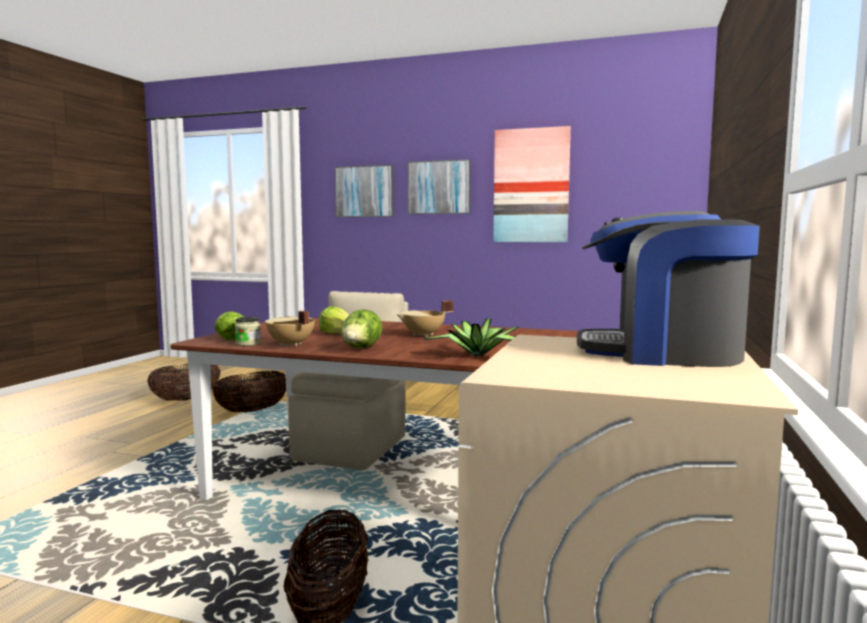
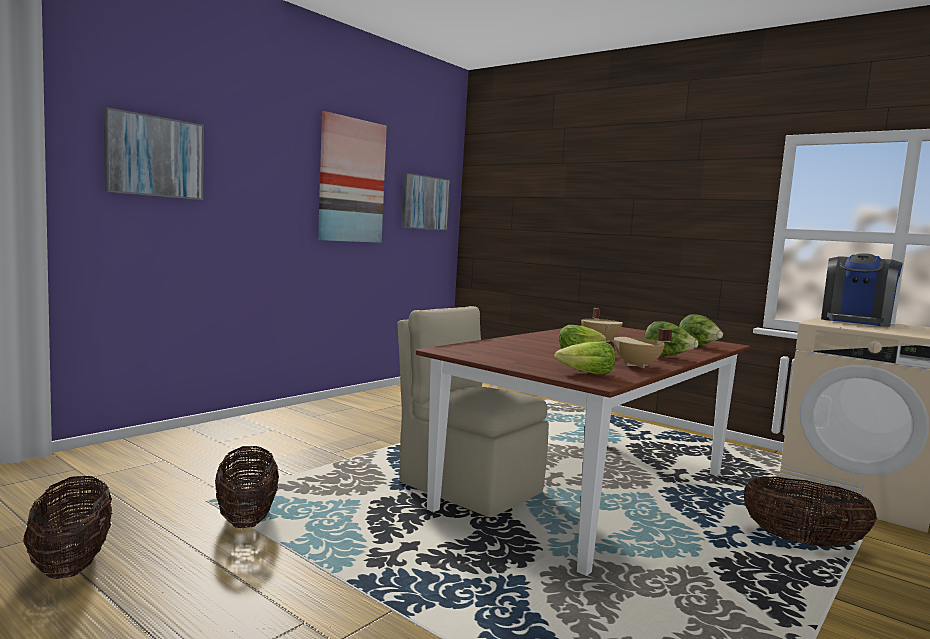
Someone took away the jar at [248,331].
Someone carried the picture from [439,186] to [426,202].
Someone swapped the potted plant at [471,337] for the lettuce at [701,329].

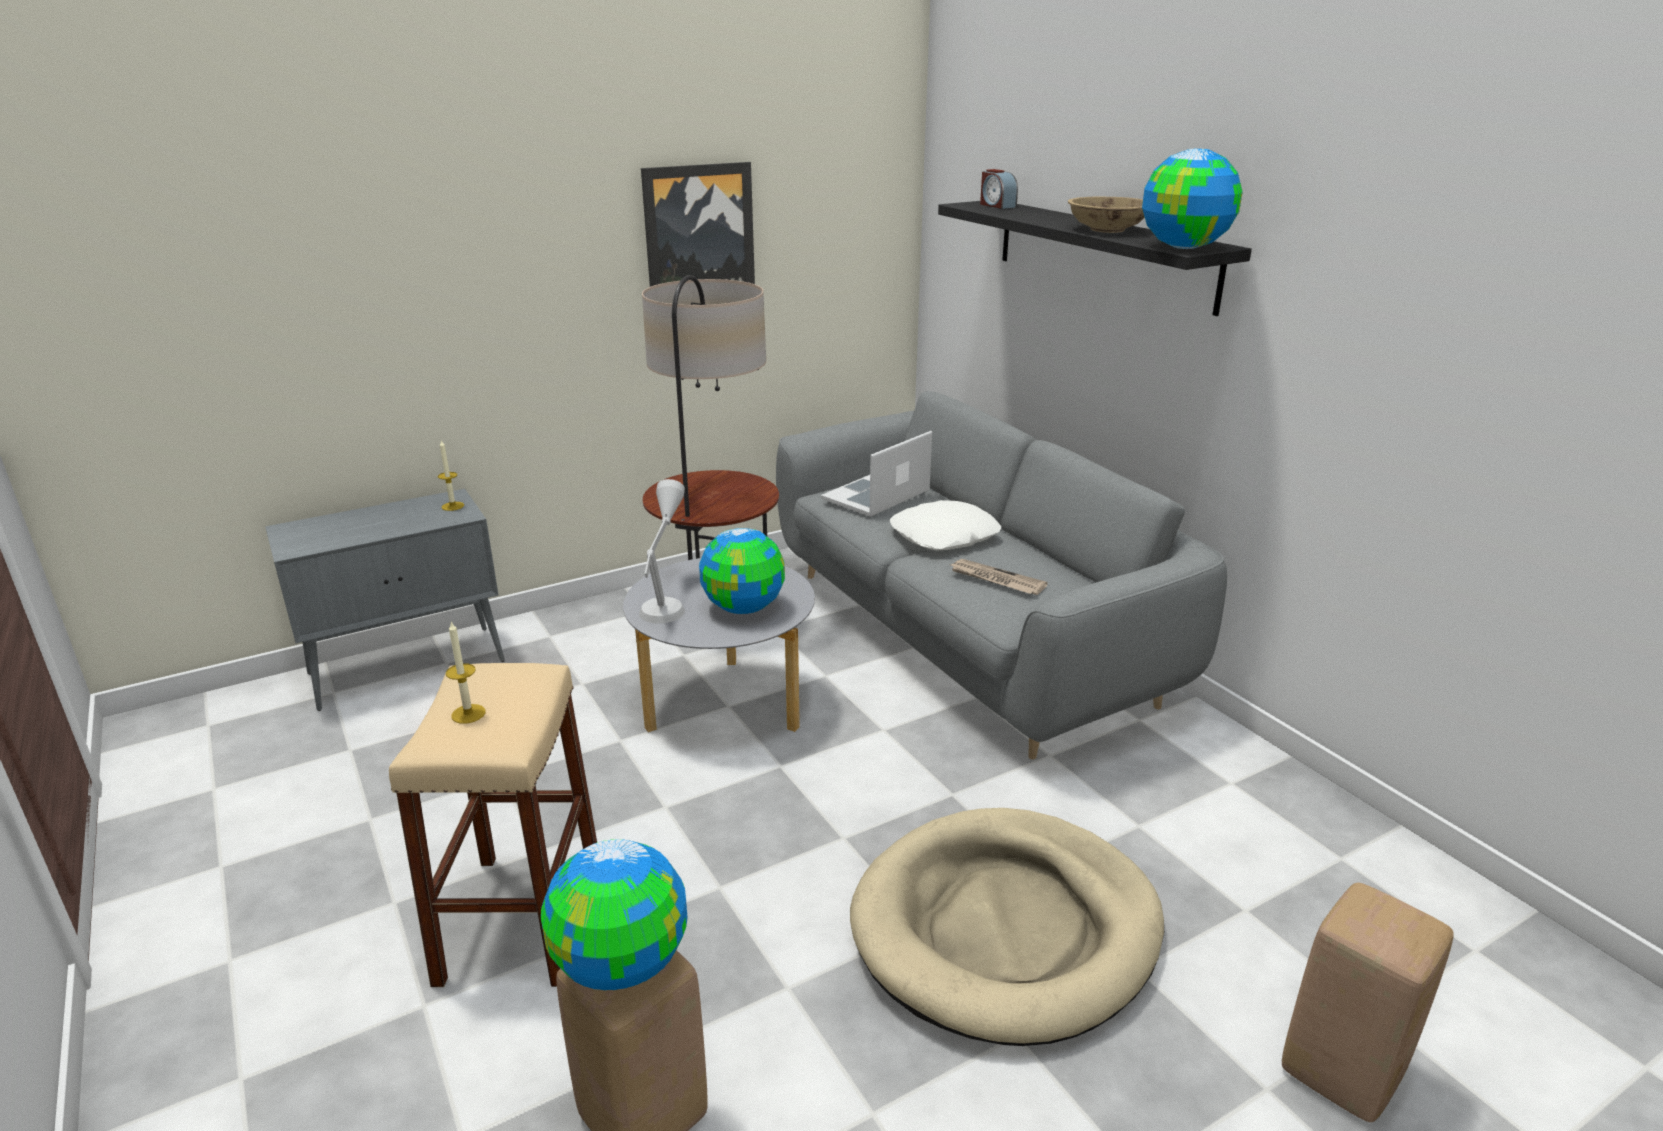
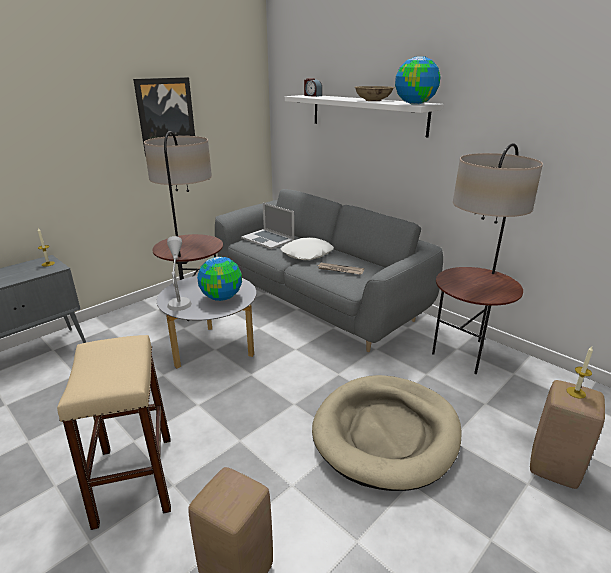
Someone took away the globe at [614,914].
Someone put down the floor lamp at [487,258].
Someone carried the candle from [466,672] to [579,372].
Someone repainted the black shelf at [1095,258], which became the white shelf at [364,116].
Someone rotated the laptop at [876,473] by 75 degrees counterclockwise.

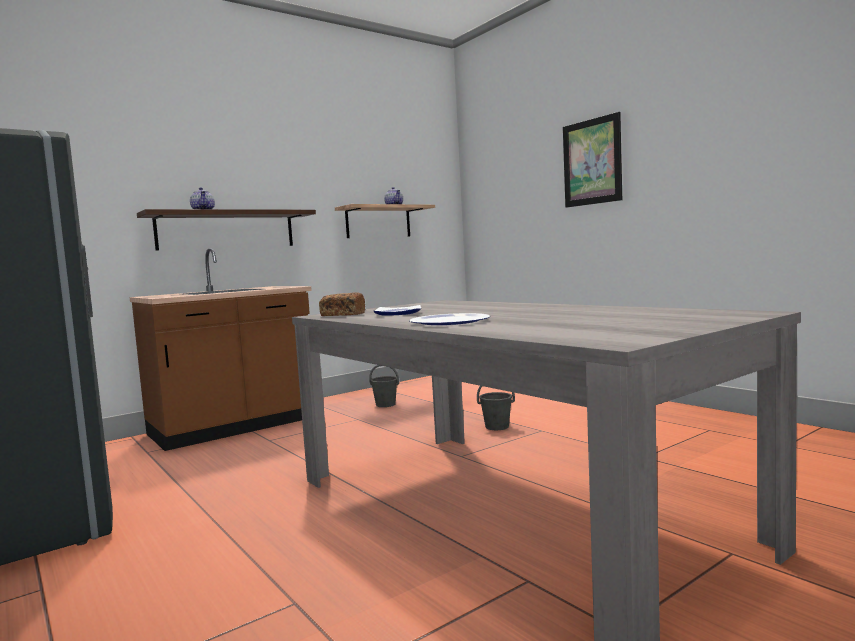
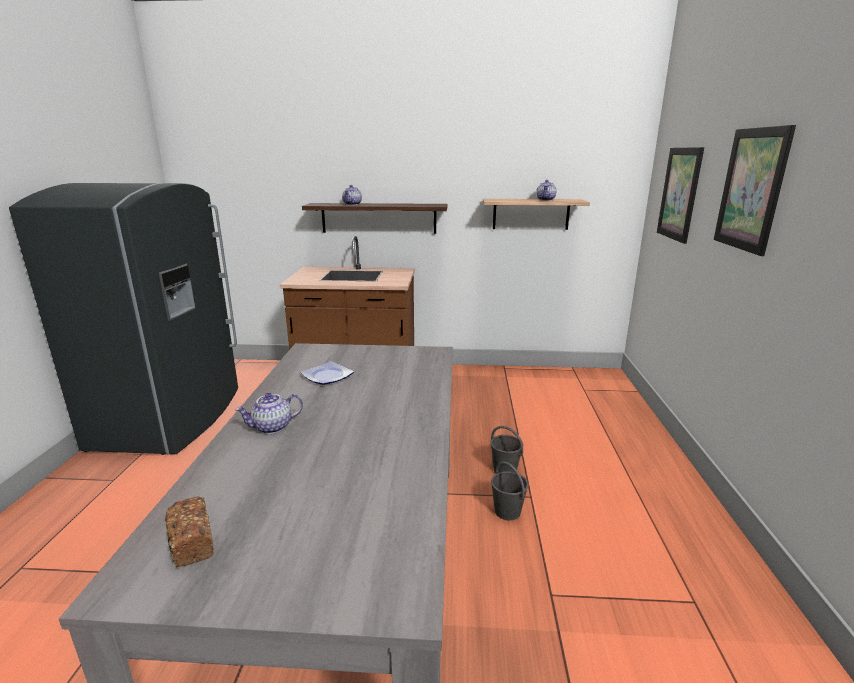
Someone put up the picture at [680,195].
Someone carried the bread from [342,304] to [189,531].
Someone carried the grey bucket from [384,386] to [510,490].
Someone swapped the plate at [449,319] for the teapot at [269,413].

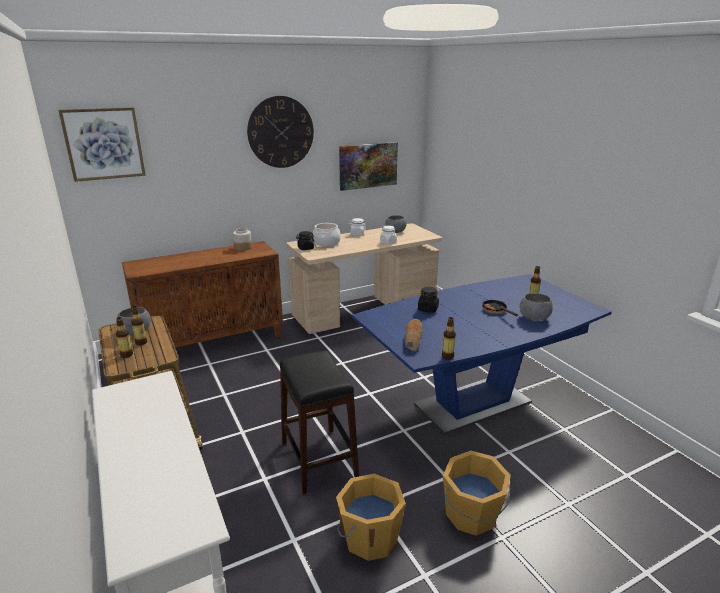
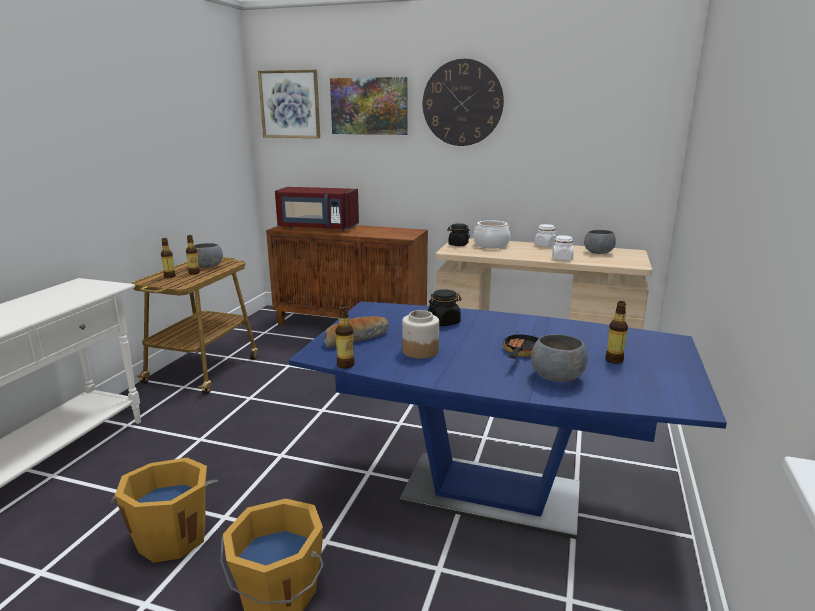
Someone took away the black stool at [319,422].
Someone put down the red microwave at [317,209].
Someone carried the jar from [242,239] to [420,334].
Someone carried the picture from [368,166] to [369,106].

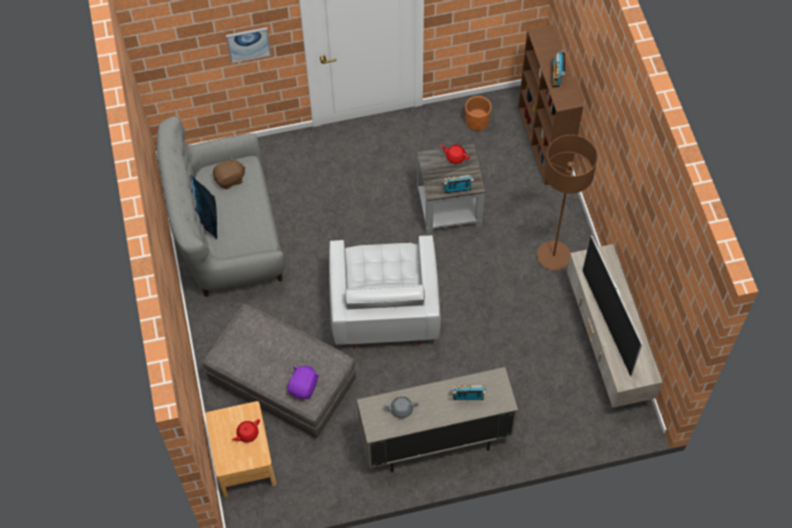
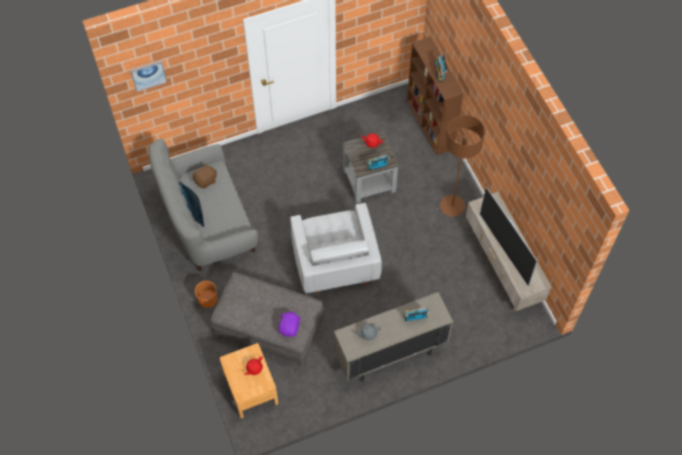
Someone carried the picture from [248,45] to [148,76].
Someone carried the orange planter from [478,113] to [206,294].

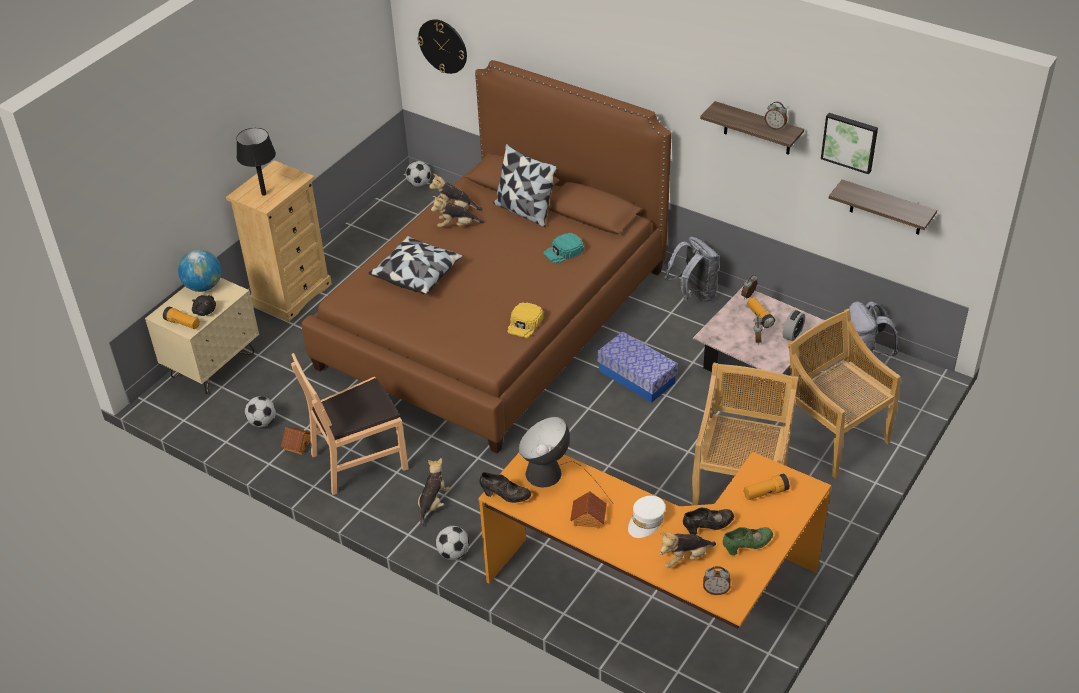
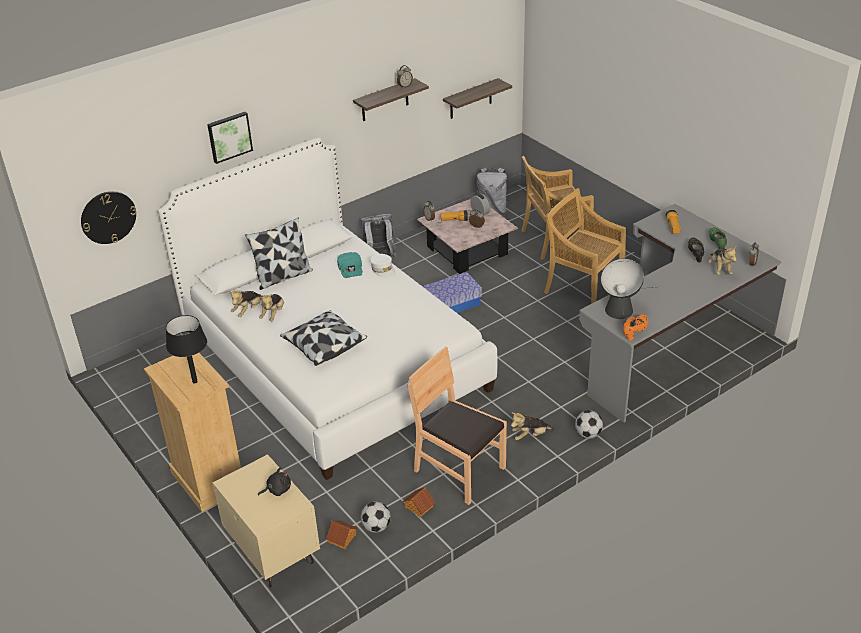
Someone took away the flashlight at [181,318].
Someone took away the globe at [199,271].
Someone took away the football at [418,174].
Someone took away the yellow cap at [525,320].
Someone carried the toy house from [588,509] to [342,535].
Someone carried the white cap from [646,517] to [382,266].
Someone carried the picture from [849,143] to [230,138].
Someone repainted the brown bed at [487,257], which became the white bed at [328,309].
Someone repainted the orange desk at [655,540], which became the grey desk at [680,313].
Someone repainted the black shoe at [505,487], which became the orange shoe at [635,327].
Someone rotated the brown chair at [350,424] by 135 degrees clockwise.
Someone rotated the plush toy at [434,492] by 60 degrees counterclockwise.

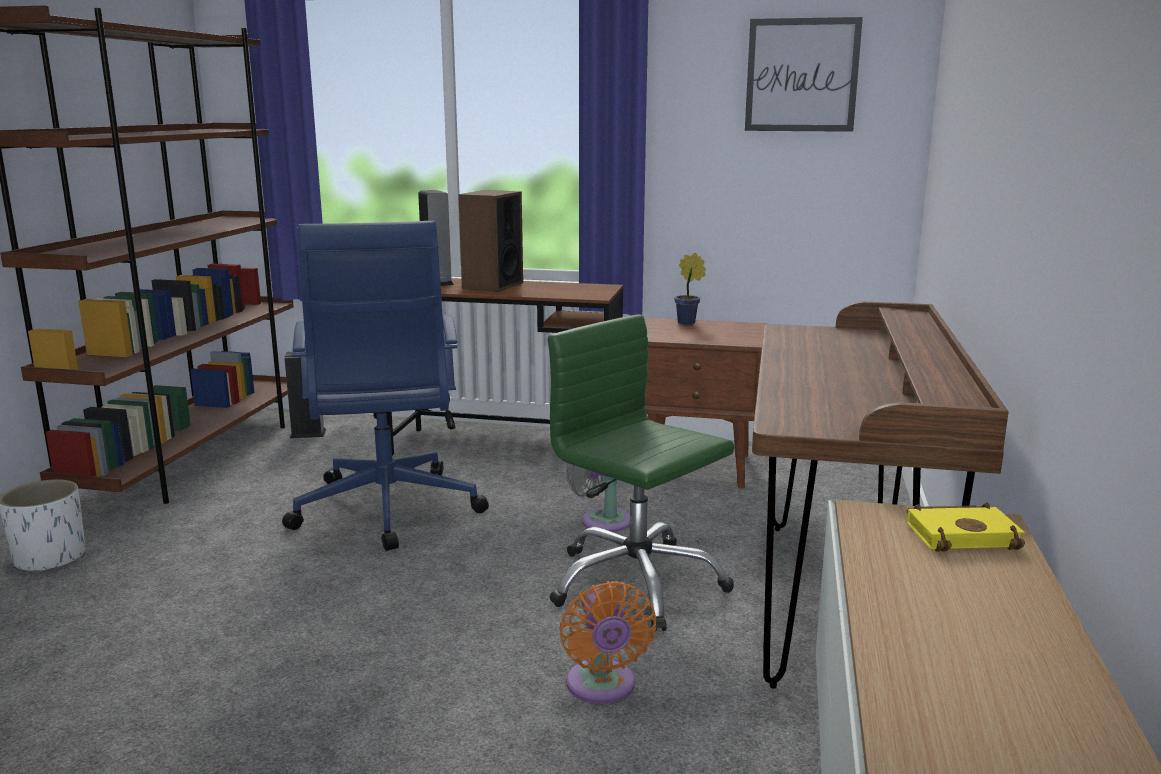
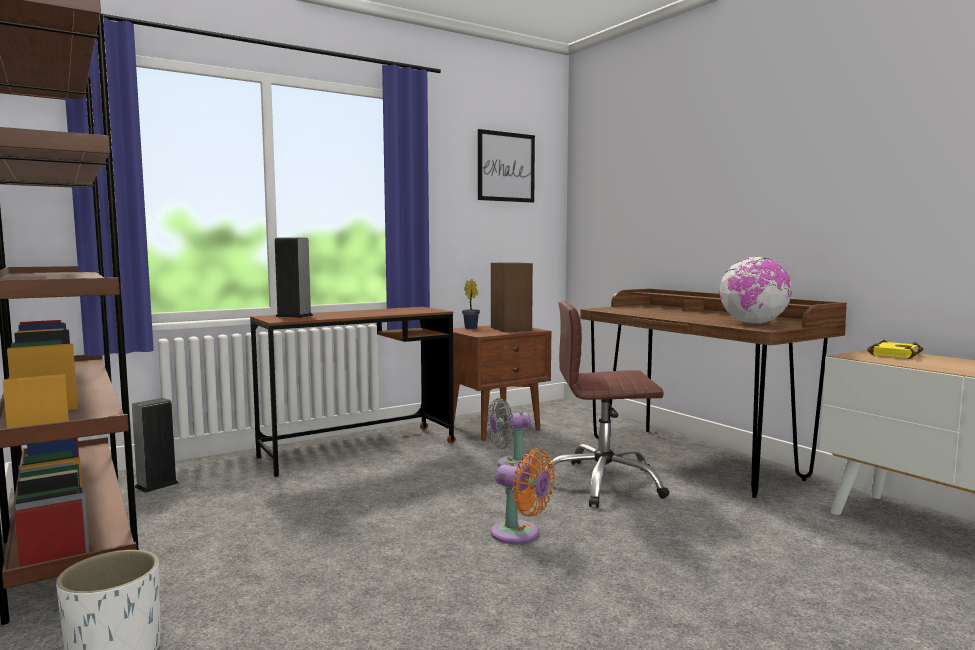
Someone took away the blue office chair at [385,386].
Someone put down the globe at [756,290].
Someone carried the speaker from [490,241] to [512,297].
Someone carried the orange fan from [607,642] to [523,496].
Someone repainted the green office chair at [641,473], which became the brown office chair at [607,404].

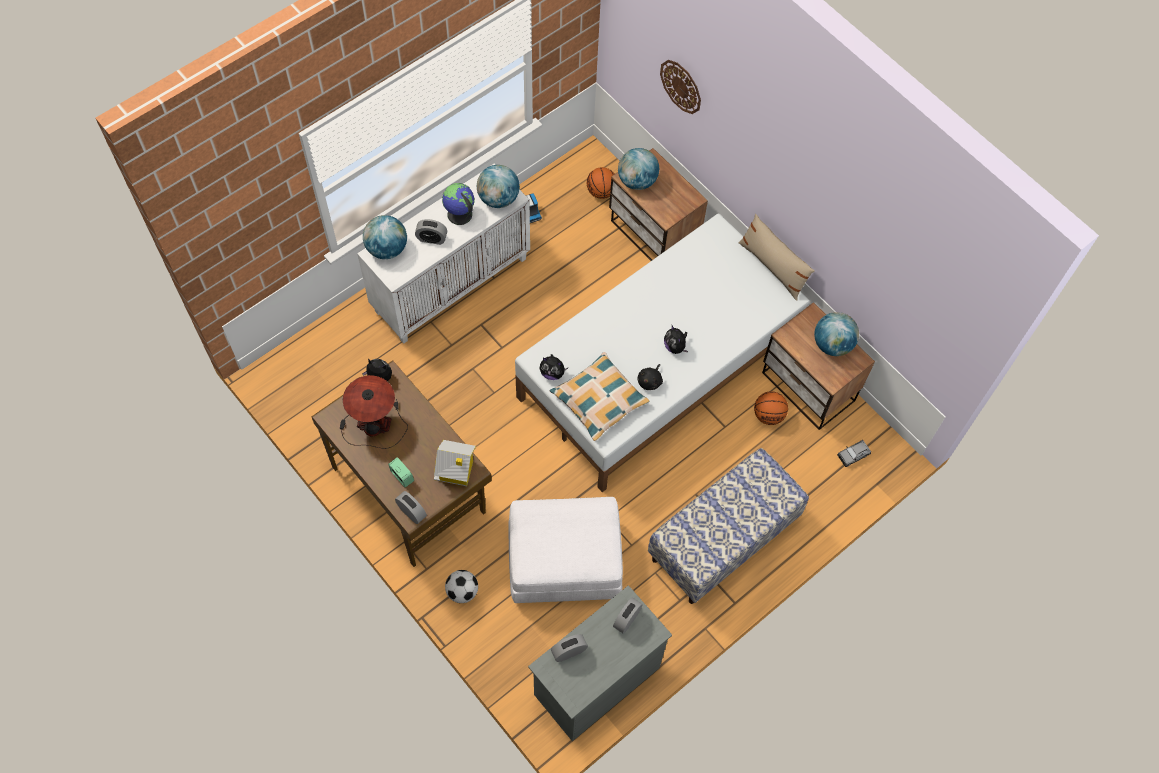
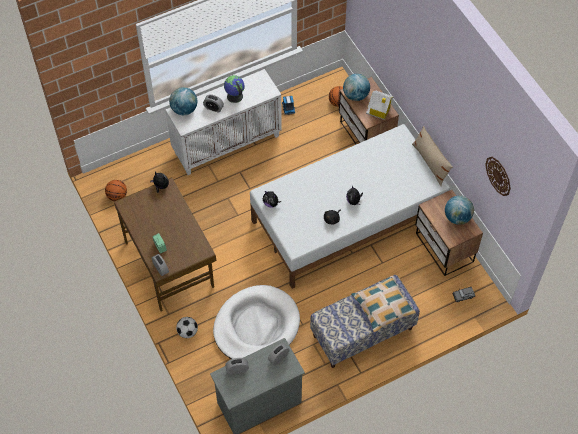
Someone took away the table lamp at [374,412].
Someone took away the globe at [498,186].
Someone carried the toy house from [455,463] to [380,105].
Someone carried the pillow from [599,396] to [383,304].
Someone carried the wall clock from [680,87] to [498,176].
Someone carried the basketball from [771,408] to [116,190].
Someone swapped the white ottoman at [566,550] for the white dog bed at [256,322].

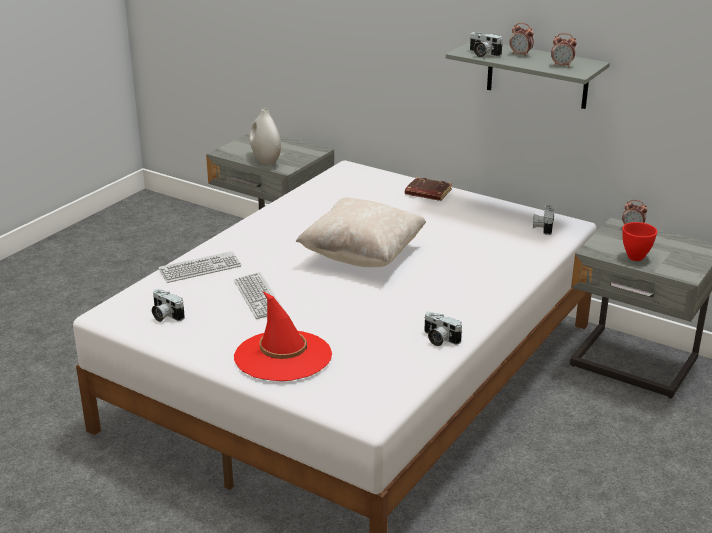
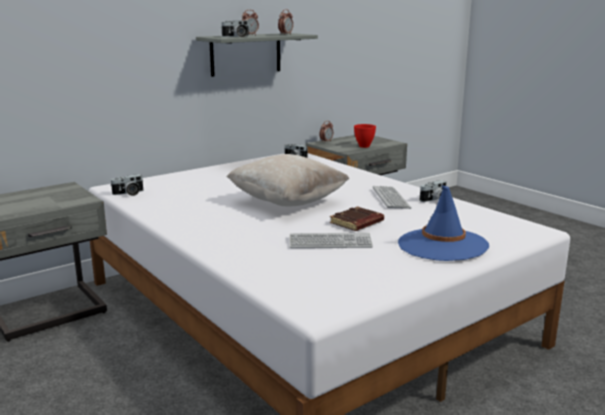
Someone took away the white vase at [265,137].
Someone carried the photo camera from [168,305] to [127,185].
Someone carried the keyboard from [200,267] to [392,197].
Someone carried the brown book from [428,189] to [357,218].
Someone repainted the red hat at [283,336], which became the blue hat at [443,223].

